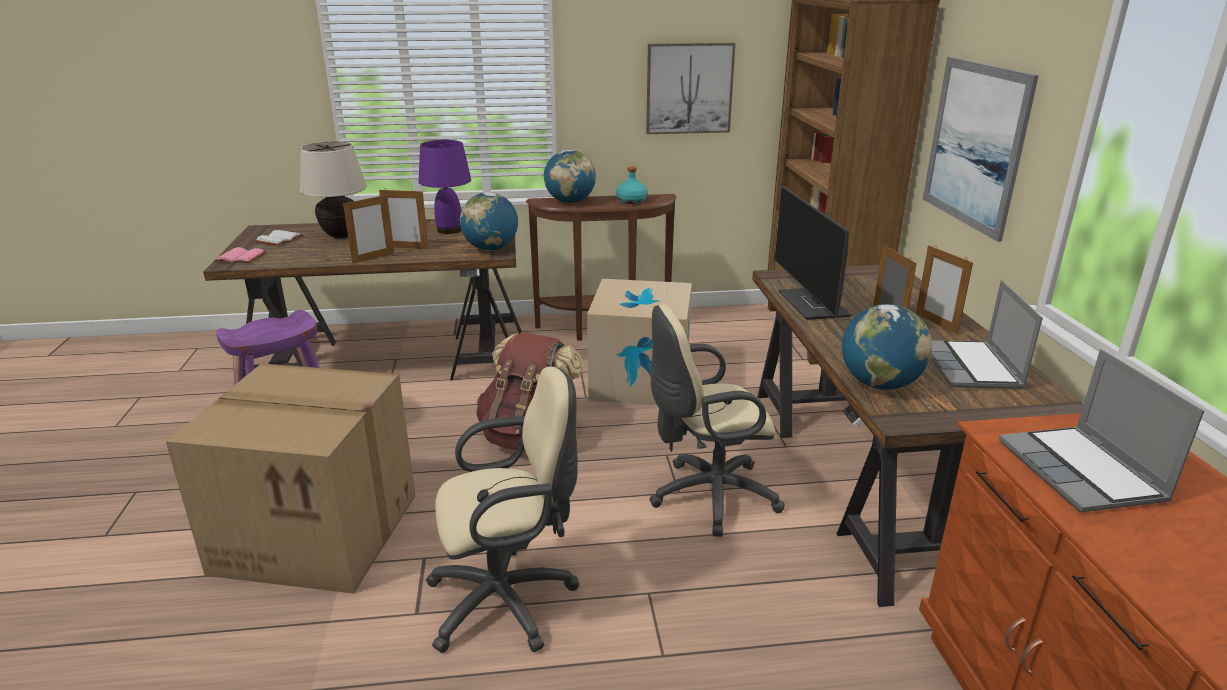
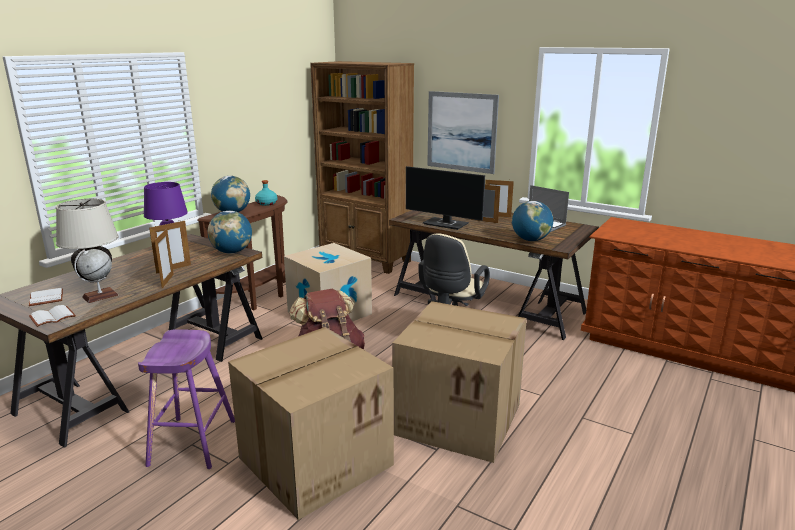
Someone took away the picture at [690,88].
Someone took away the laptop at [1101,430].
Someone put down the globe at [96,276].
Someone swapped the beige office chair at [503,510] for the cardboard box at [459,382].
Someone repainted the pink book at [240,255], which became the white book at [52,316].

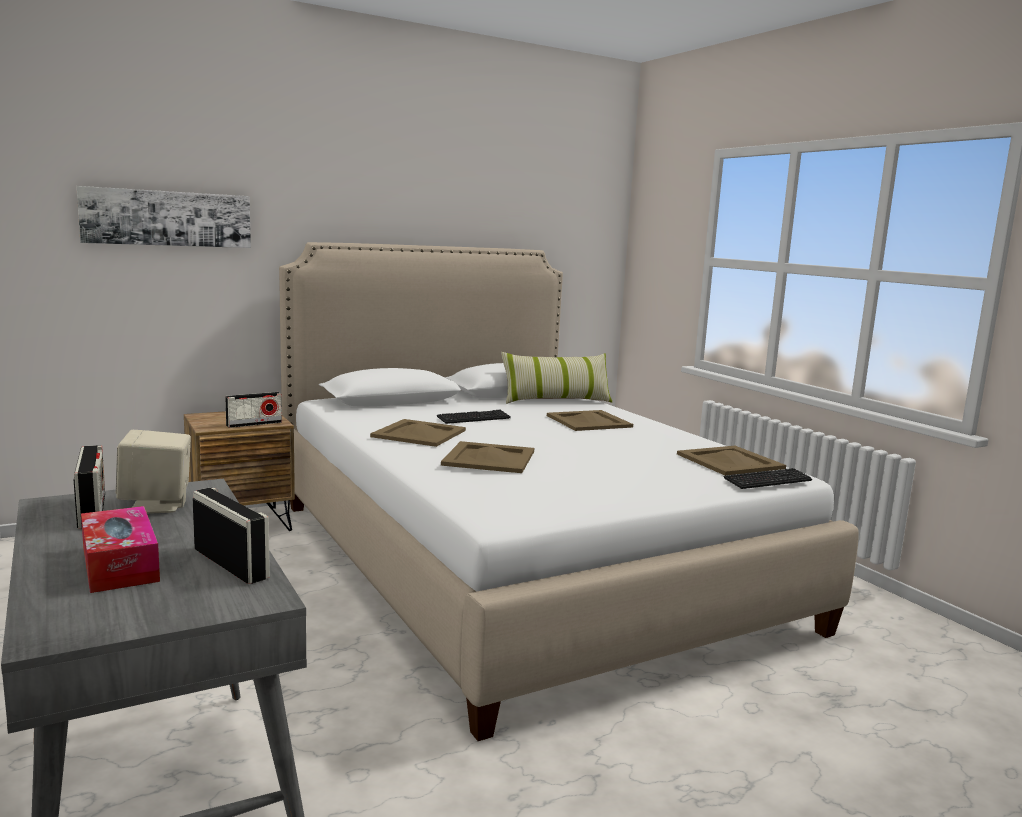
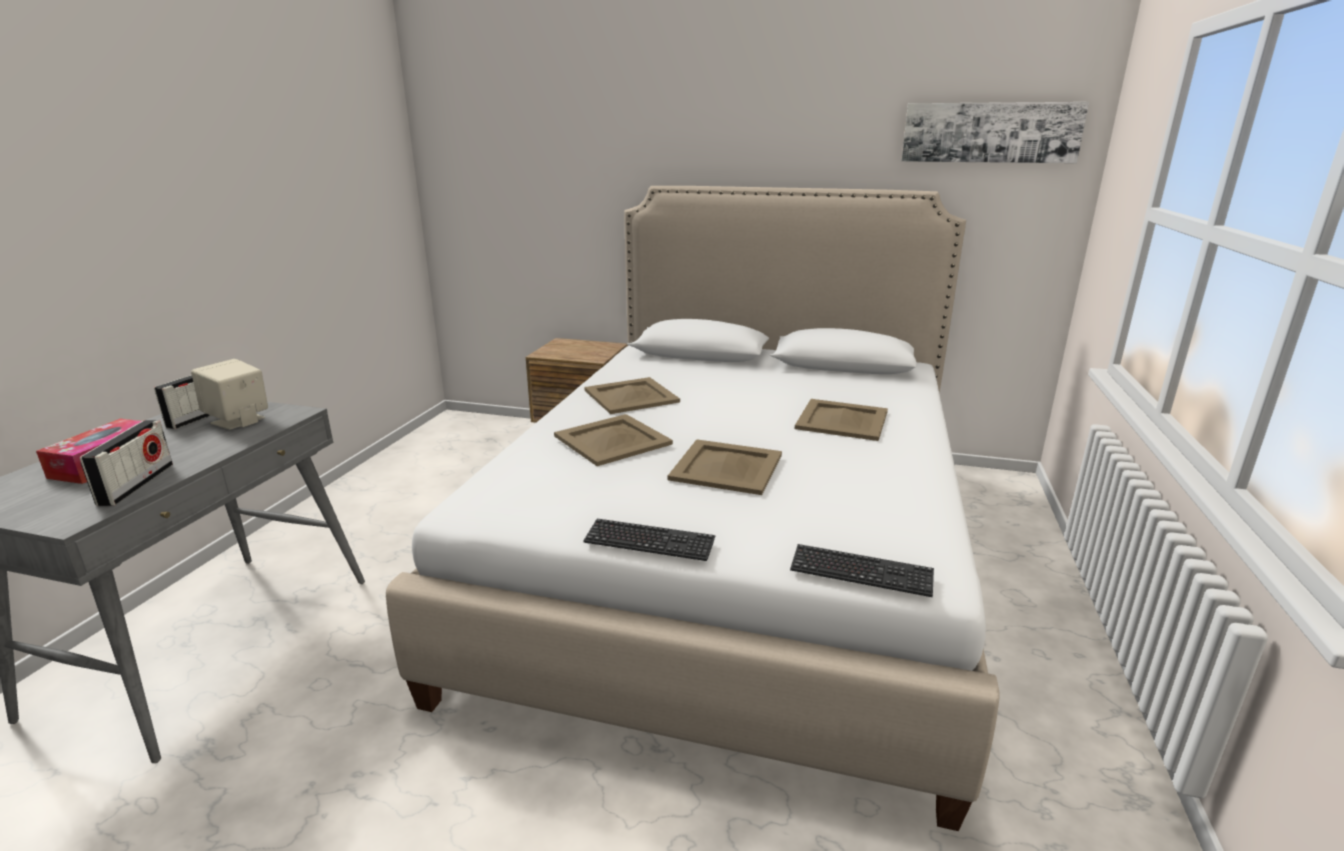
Someone took away the radio at [253,410].
Someone took away the pillow at [556,378].
Someone carried the picture from [163,217] to [995,132].
Someone carried the keyboard from [473,417] to [649,540].
Someone carried the beige tray from [731,461] to [725,467].

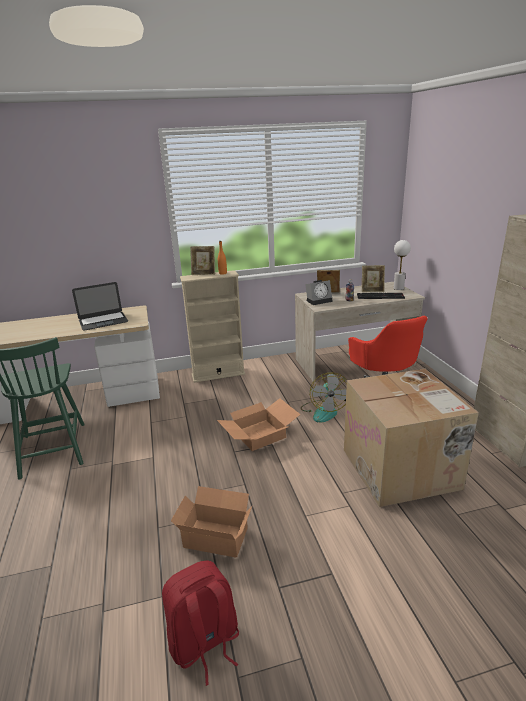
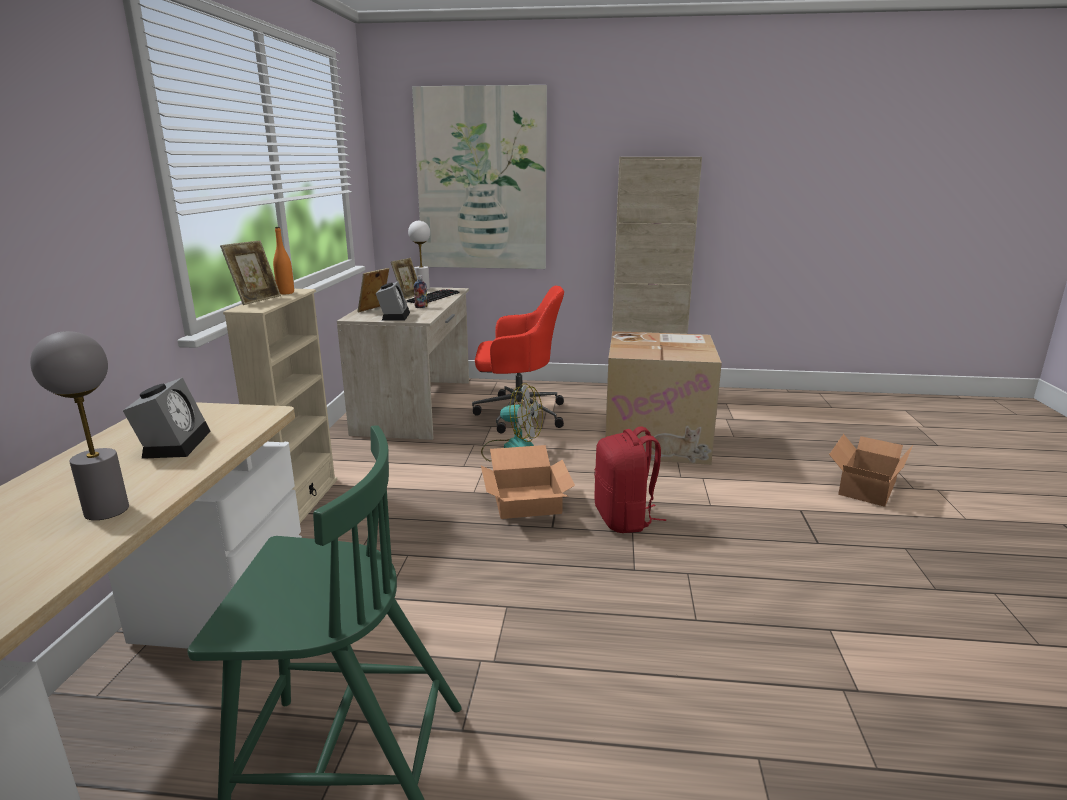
Someone put down the grey table lamp at [79,425].
Someone put up the picture at [479,177].
Someone carried the red backpack from [200,623] to [630,480].
Someone carried the cardboard box from [211,522] to [871,470].
Someone swapped the laptop at [100,306] for the alarm clock at [167,418].

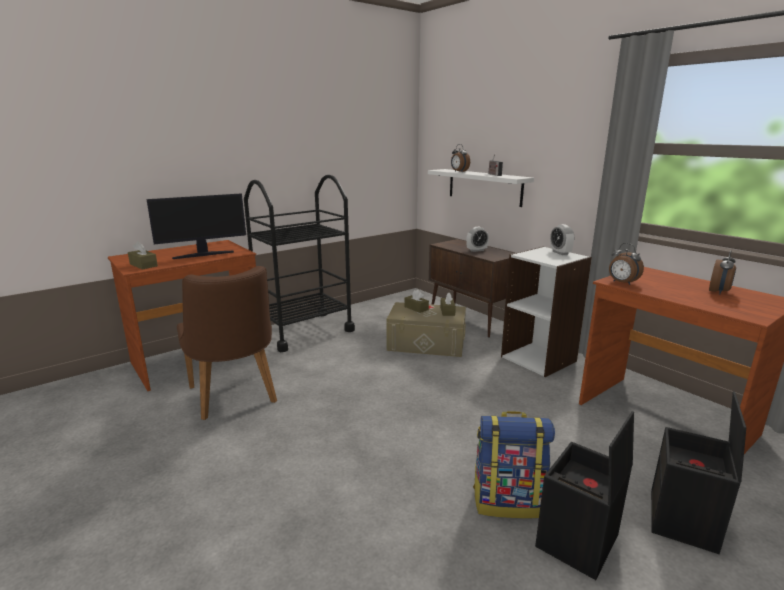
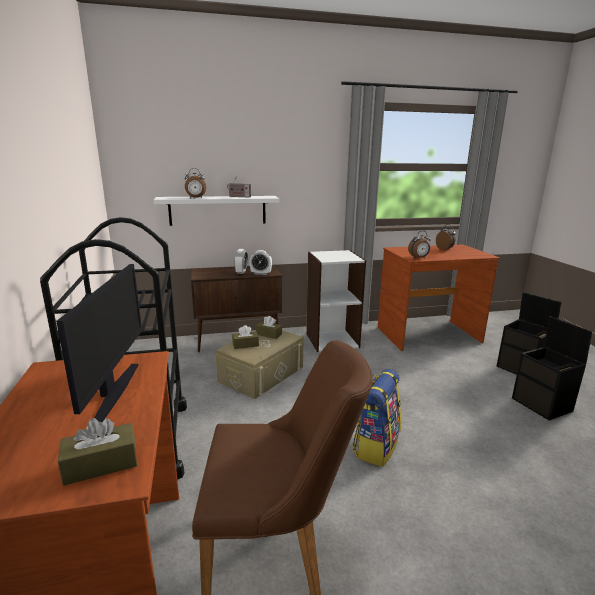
Someone carried the backpack from [514,465] to [377,418].
Someone carried the alarm clock from [562,239] to [261,262].

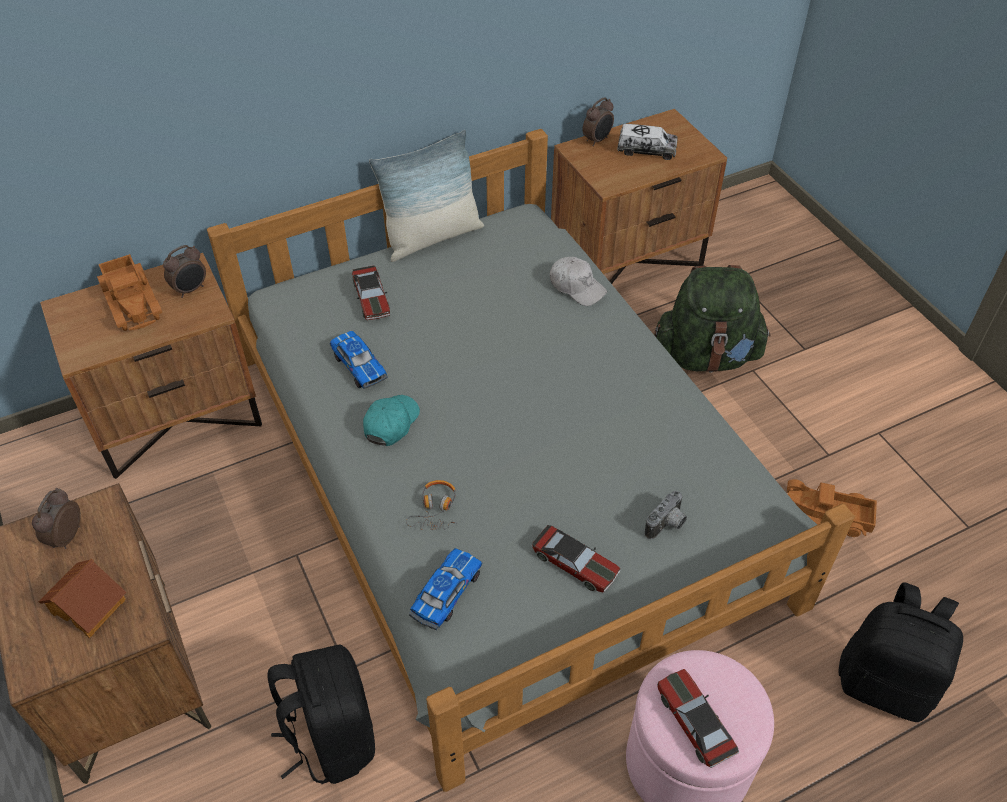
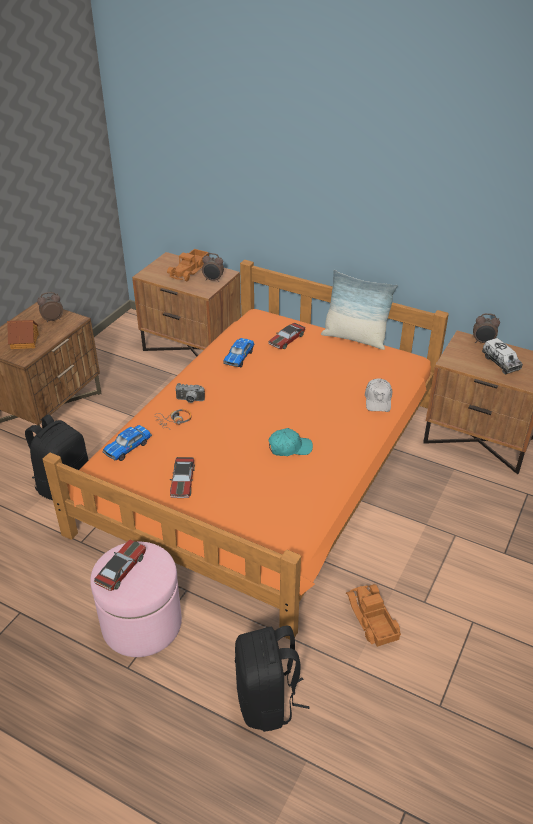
Someone took away the green backpack at [712,319].
Someone carried the turquoise cap from [391,420] to [290,442].
Someone carried the photo camera from [666,515] to [190,393].
Someone repainted the grey bed at [531,460], which became the orange bed at [246,450].
Someone rotated the toy car at [446,589] by 135 degrees clockwise.

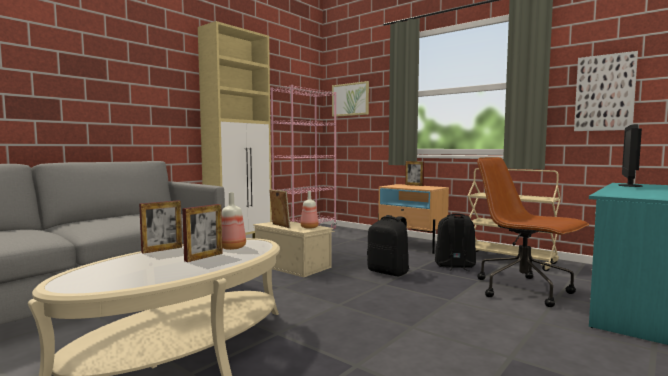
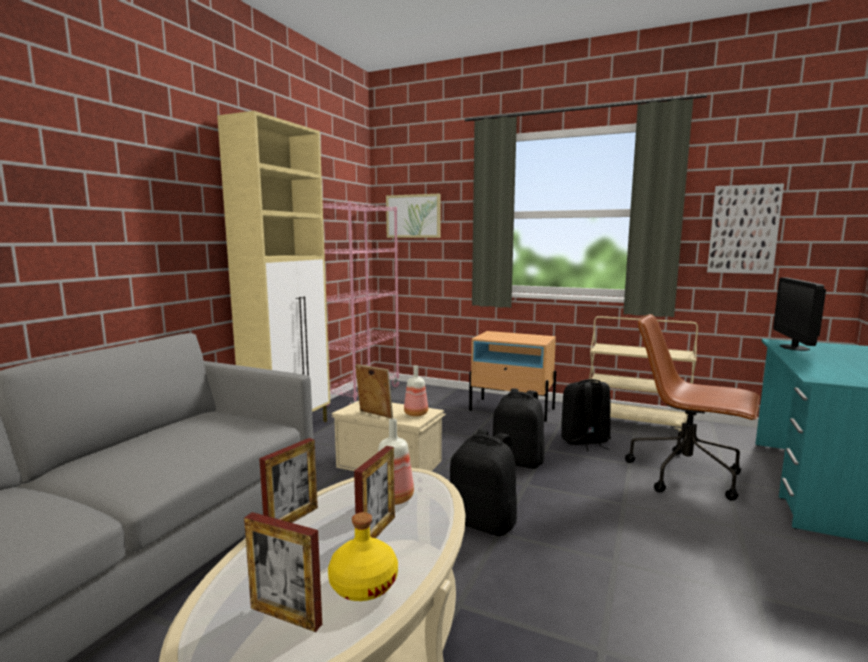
Someone put down the yellow bottle at [363,556].
Someone put down the black backpack at [483,482].
Someone carried the picture frame from [414,173] to [283,572].

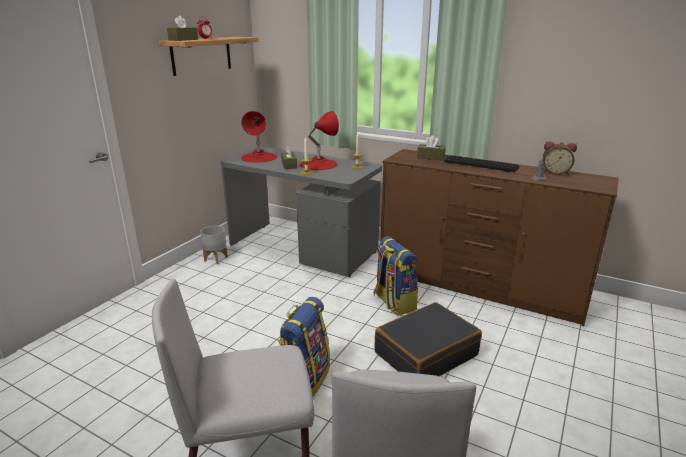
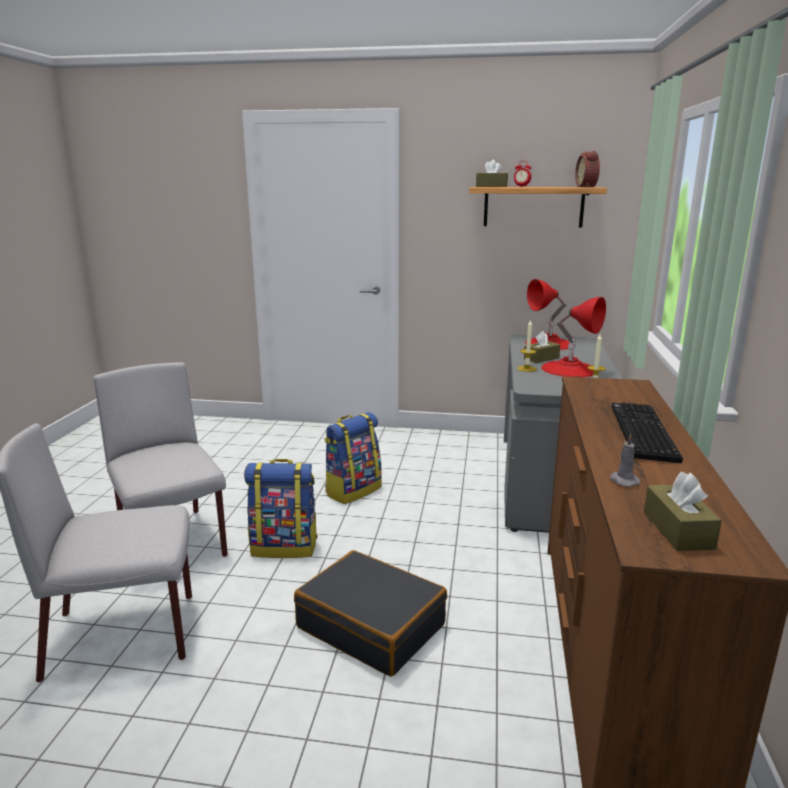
Someone took away the grey planter at [214,245].
Someone carried the backpack from [395,275] to [353,458].
Someone carried the brown tissue box from [431,147] to [683,511].
Someone carried the alarm clock from [560,158] to [587,169].

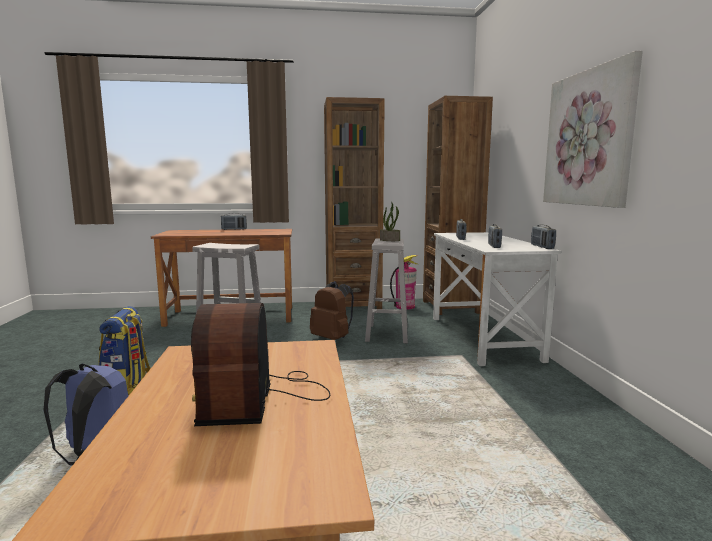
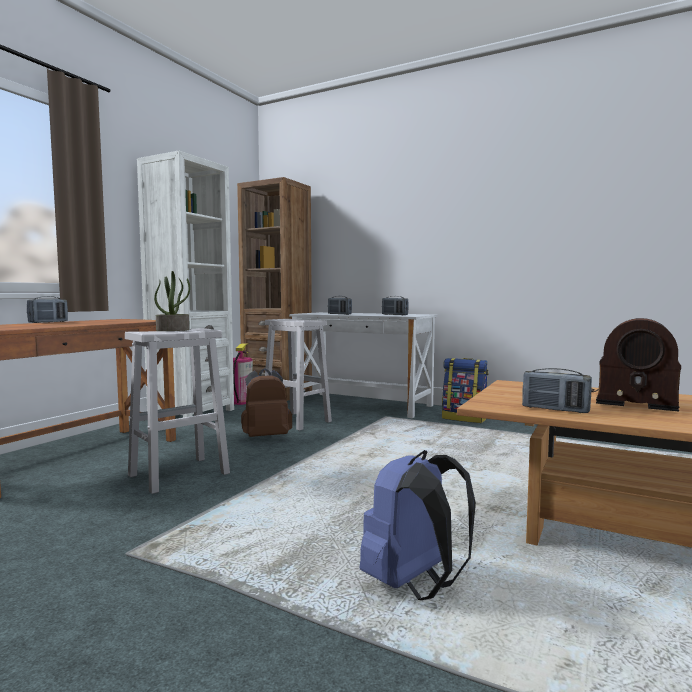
Someone took away the picture at [593,129].
Someone carried the backpack from [124,350] to [465,390].
Someone carried the potted plant from [390,221] to [172,301].
Someone carried the radio from [543,237] to [557,390].
Someone repainted the brown bookcase at [354,203], which became the white bookcase at [185,284].

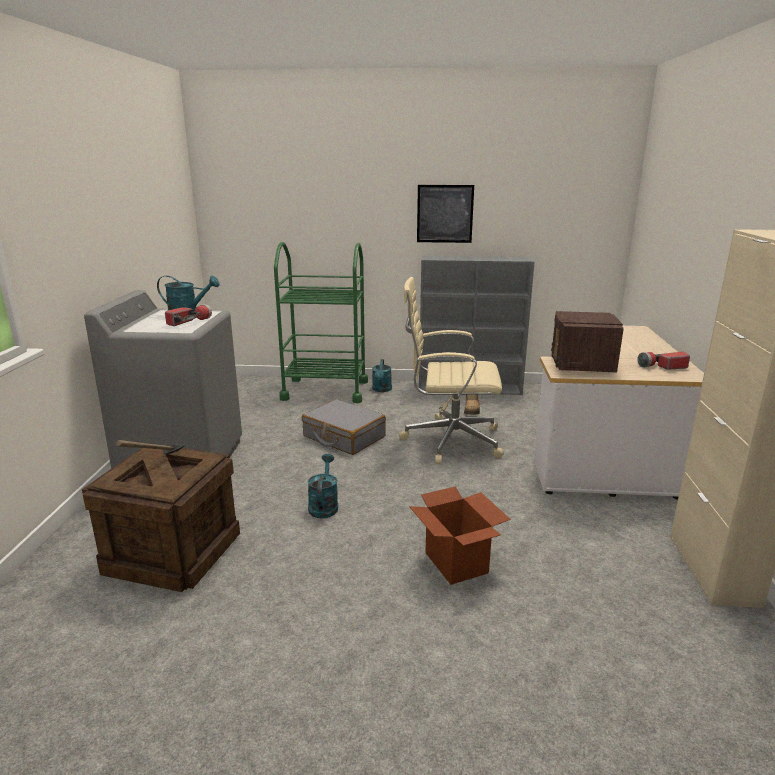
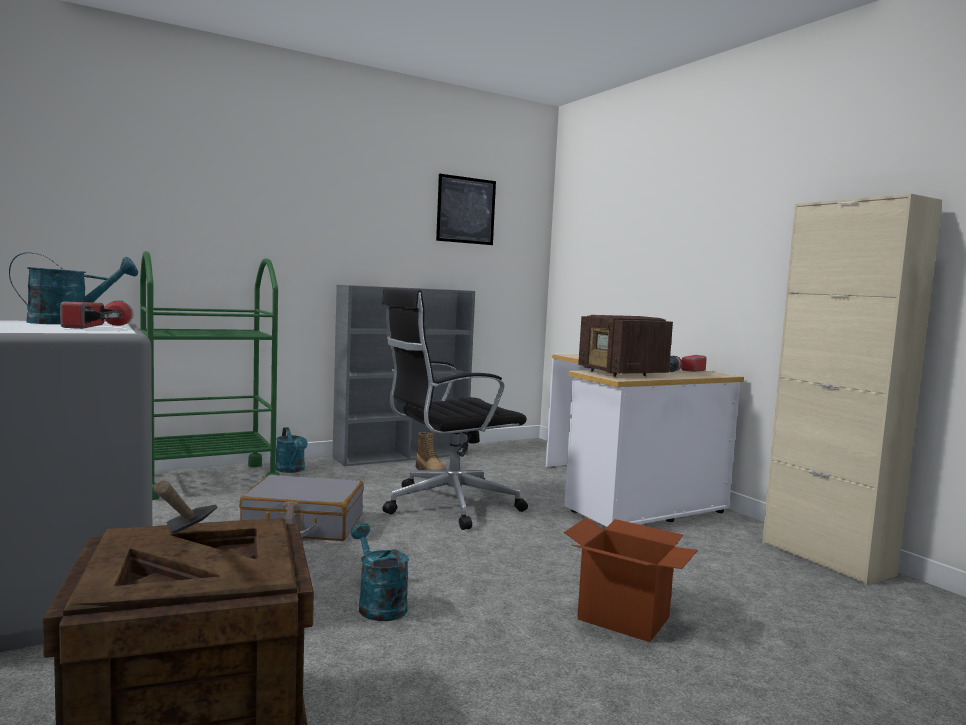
Someone carried the picture from [445,214] to [466,209].
Someone repainted the beige office chair at [451,370], which became the black office chair at [455,409].

